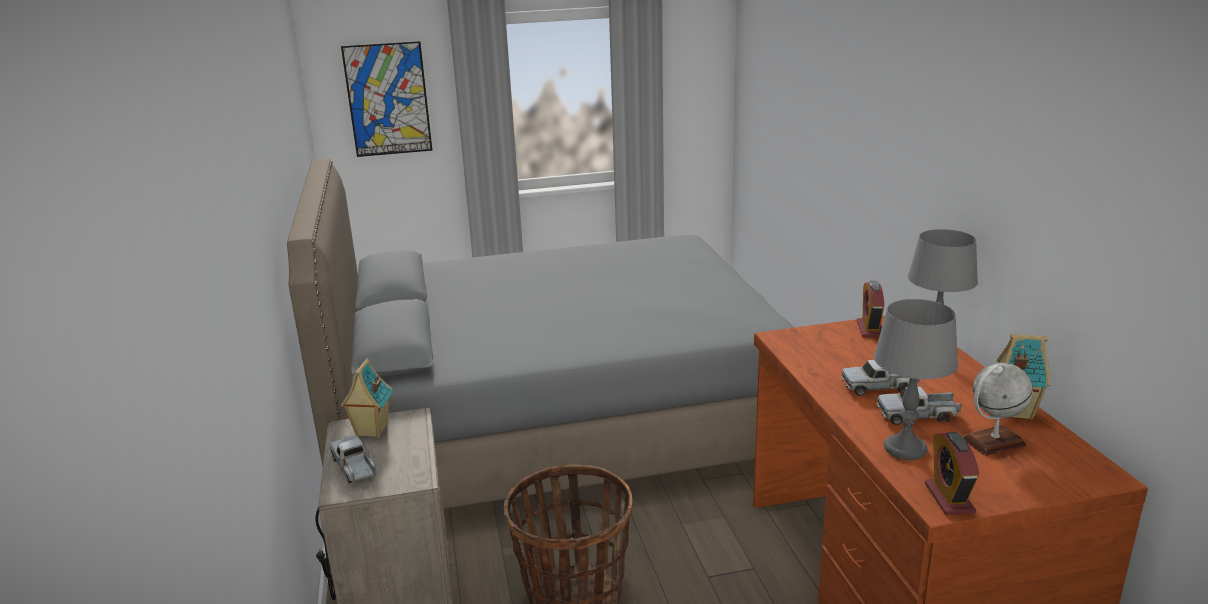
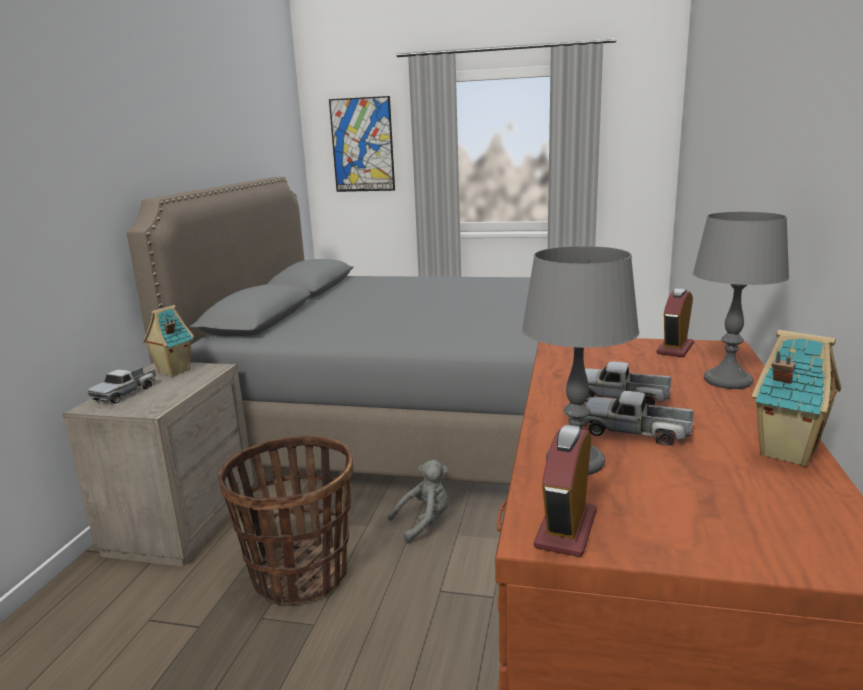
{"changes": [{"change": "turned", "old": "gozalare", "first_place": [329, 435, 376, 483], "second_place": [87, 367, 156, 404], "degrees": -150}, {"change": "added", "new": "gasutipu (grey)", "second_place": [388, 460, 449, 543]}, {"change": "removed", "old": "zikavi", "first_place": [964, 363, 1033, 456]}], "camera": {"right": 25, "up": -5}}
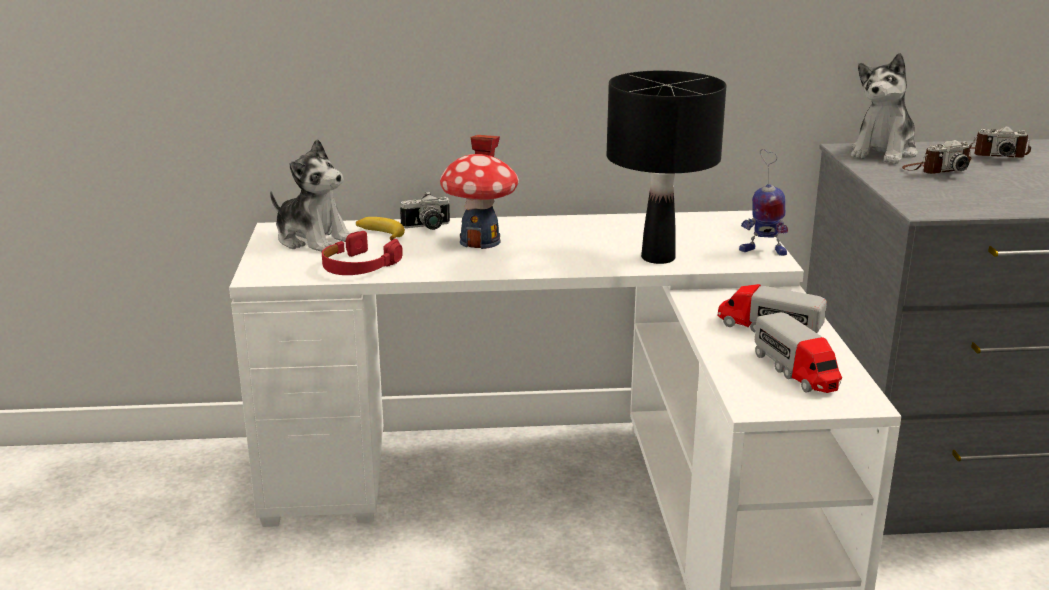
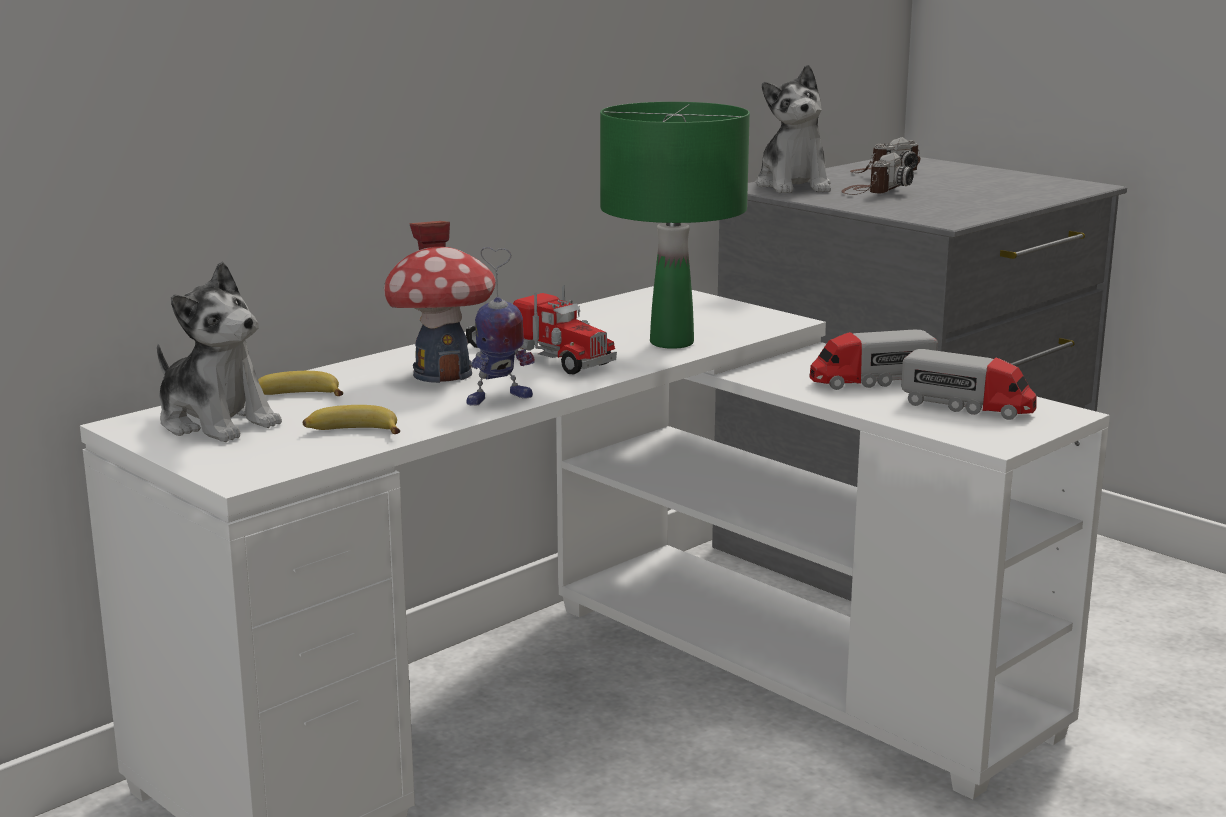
{"changes": [{"change": "turned", "old": "gasutipu", "first_place": [270, 139, 350, 252], "second_place": [157, 262, 282, 442], "degrees": 45}, {"change": "replaced", "old": "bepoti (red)", "new": "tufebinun", "first_place": [322, 231, 403, 275], "second_place": [303, 405, 400, 434]}, {"change": "added", "new": "gozalare", "second_place": [466, 285, 617, 375]}, {"change": "moved", "old": "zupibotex", "first_place": [739, 149, 788, 256], "second_place": [467, 247, 535, 406]}, {"change": "recoloured", "old": "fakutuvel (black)", "new": "fakutuvel (green)", "first_place": [607, 70, 727, 264], "second_place": [600, 102, 750, 349]}, {"change": "removed", "old": "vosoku", "first_place": [400, 191, 450, 230]}], "camera": {"right": -40, "up": -5}}
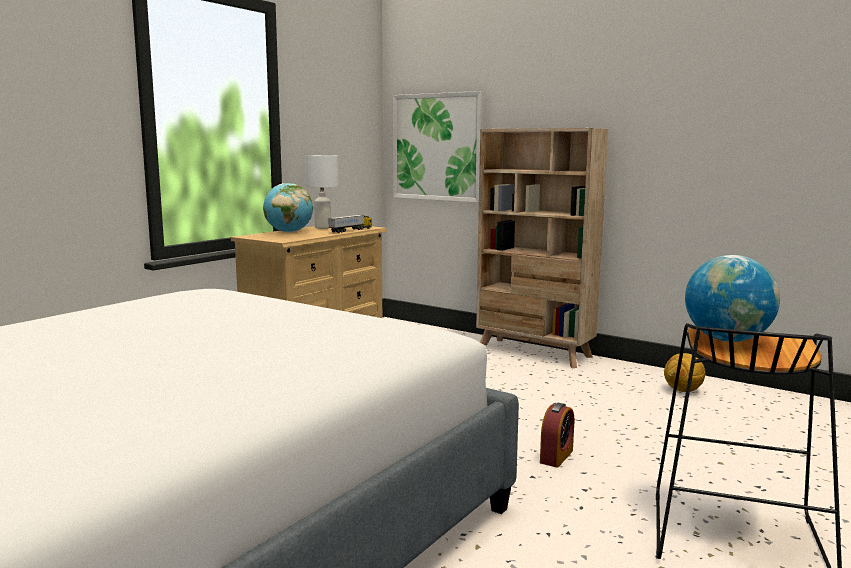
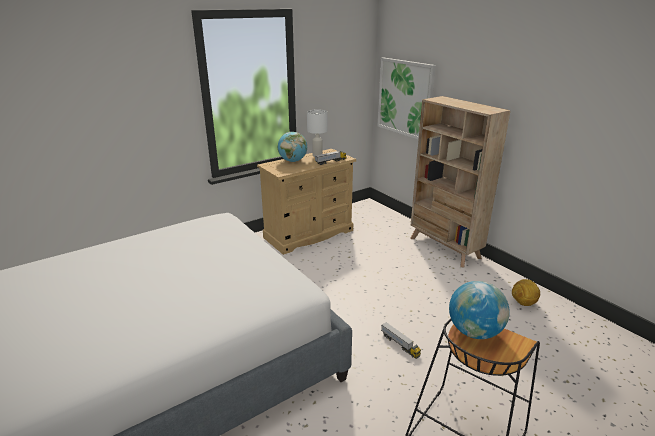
{"changes": [{"change": "replaced", "old": "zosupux", "new": "gozalare", "first_place": [540, 403, 574, 468], "second_place": [381, 322, 421, 359]}], "camera": {"right": 20, "up": 15}}
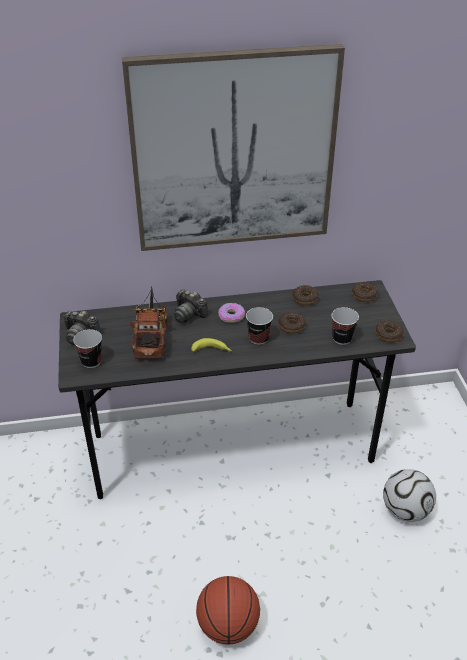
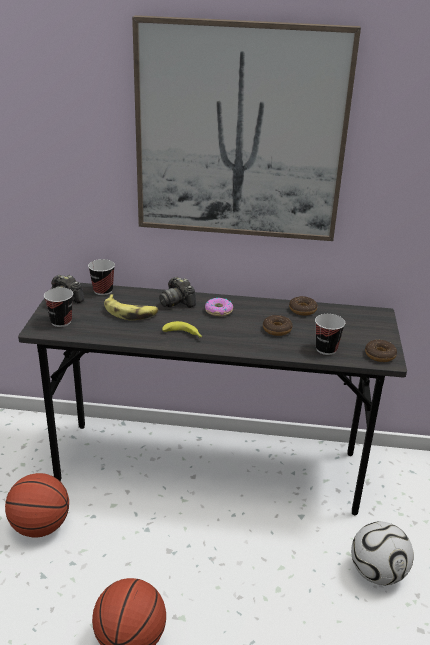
{"changes": [{"change": "added", "new": "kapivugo", "second_place": [5, 473, 69, 537]}, {"change": "moved", "old": "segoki", "first_place": [246, 307, 273, 345], "second_place": [88, 259, 115, 296]}, {"change": "replaced", "old": "gozalare", "new": "tufebinun", "first_place": [130, 286, 167, 359], "second_place": [104, 294, 158, 320]}, {"change": "removed", "old": "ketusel", "first_place": [352, 282, 378, 302]}], "camera": {"right": 15, "up": -10}}
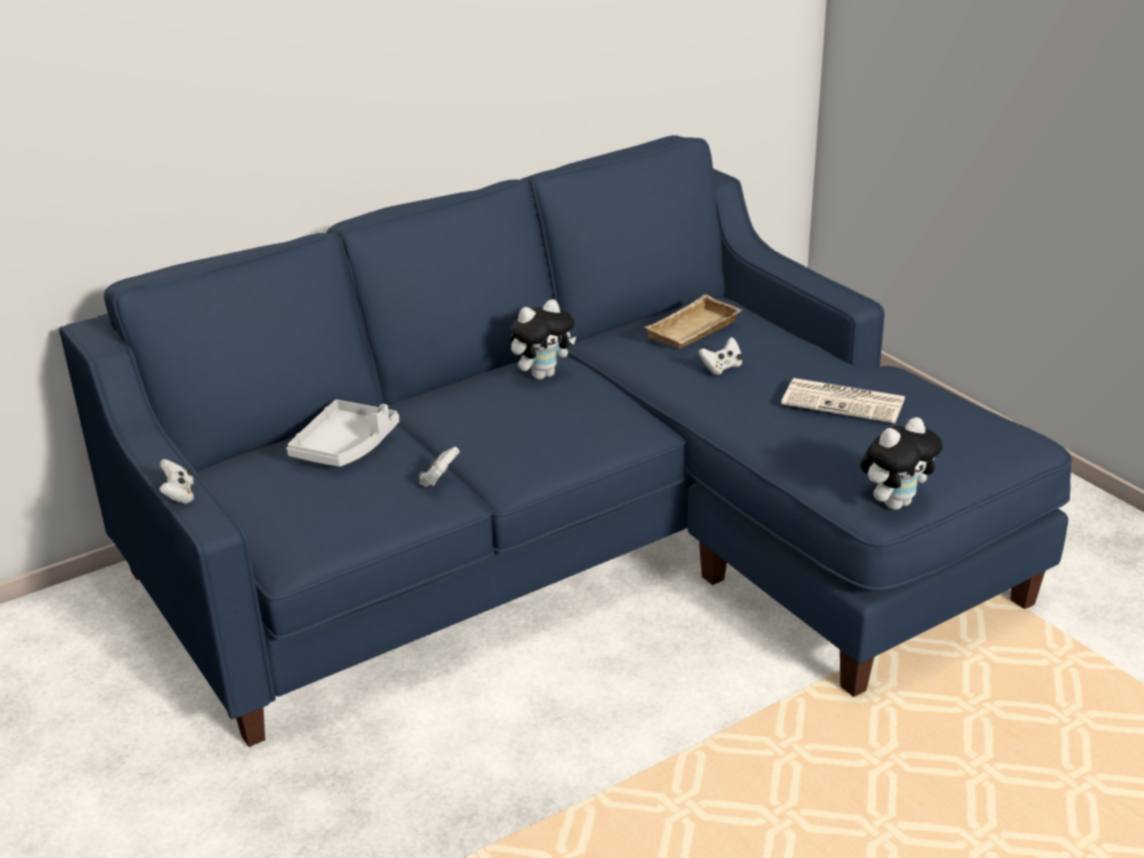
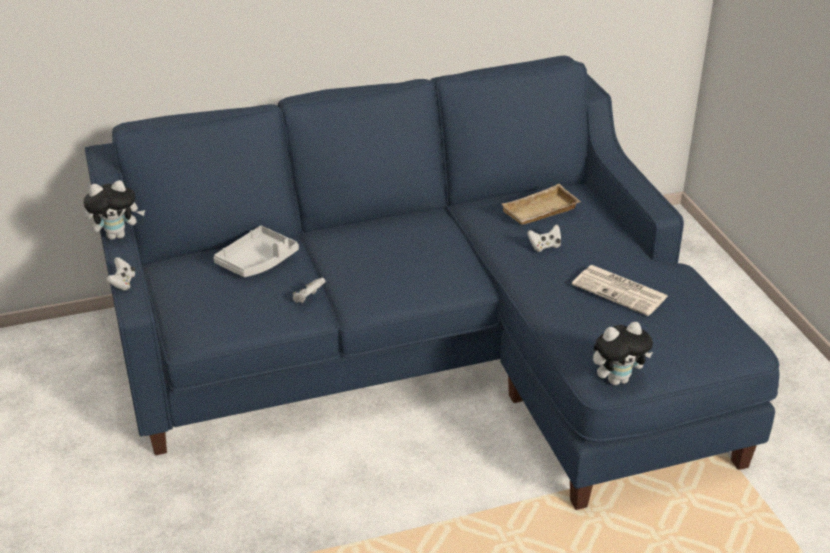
{"changes": [{"change": "moved", "old": "gasutipu", "first_place": [510, 299, 576, 380], "second_place": [83, 180, 145, 240]}], "camera": {"right": 15, "up": 5}}
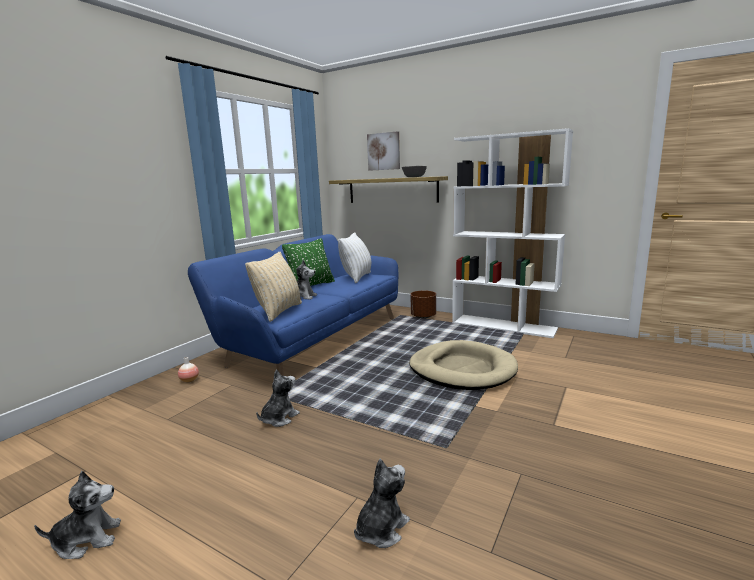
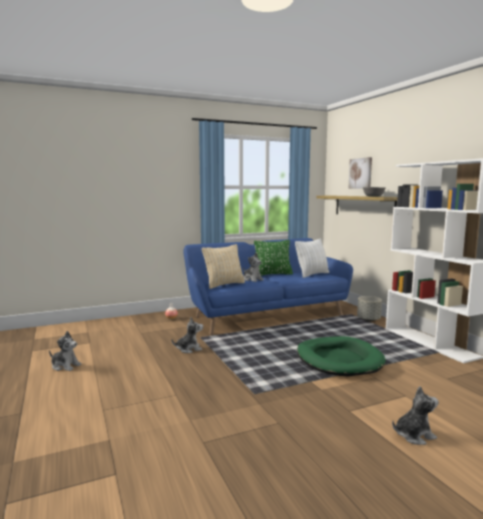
{"changes": [{"change": "recoloured", "old": "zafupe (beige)", "new": "zafupe (green)", "first_place": [409, 340, 518, 390], "second_place": [297, 336, 386, 377]}, {"change": "recoloured", "old": "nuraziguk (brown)", "new": "nuraziguk (grey)", "first_place": [410, 290, 436, 319], "second_place": [357, 296, 382, 321]}, {"change": "moved", "old": "gasutipu", "first_place": [354, 459, 410, 548], "second_place": [392, 386, 439, 445]}], "camera": {"right": 35, "up": -5}}
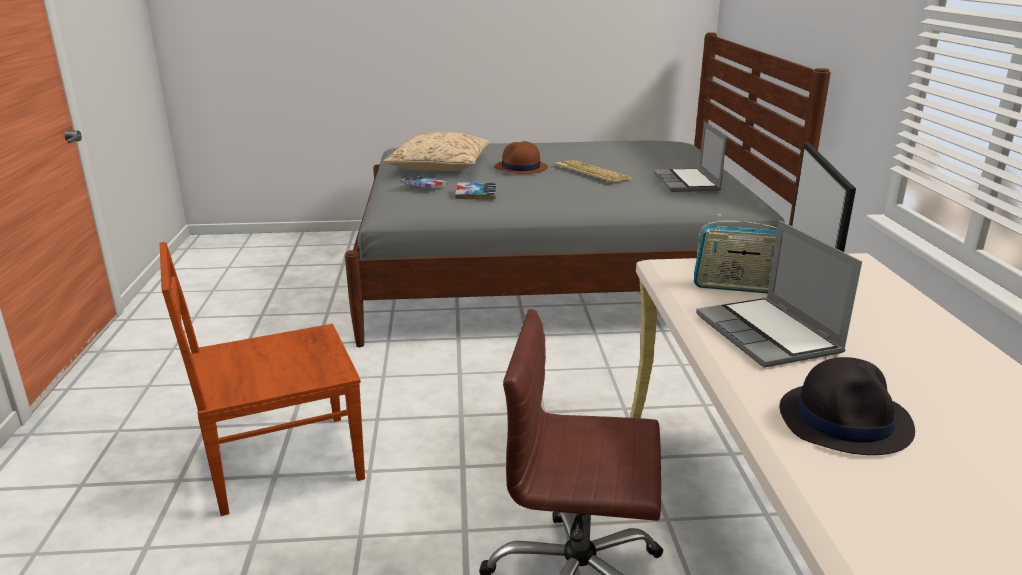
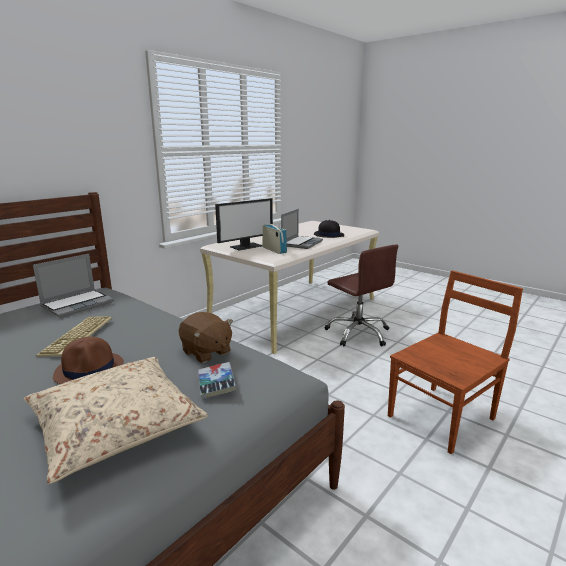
{"changes": [{"change": "replaced", "old": "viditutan", "new": "gasutipu (brown)", "first_place": [455, 182, 496, 200], "second_place": [179, 312, 233, 363]}, {"change": "turned", "old": "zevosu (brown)", "first_place": [159, 242, 365, 516], "second_place": [388, 270, 523, 454], "degrees": -60}], "camera": {"right": -135, "up": -5}}
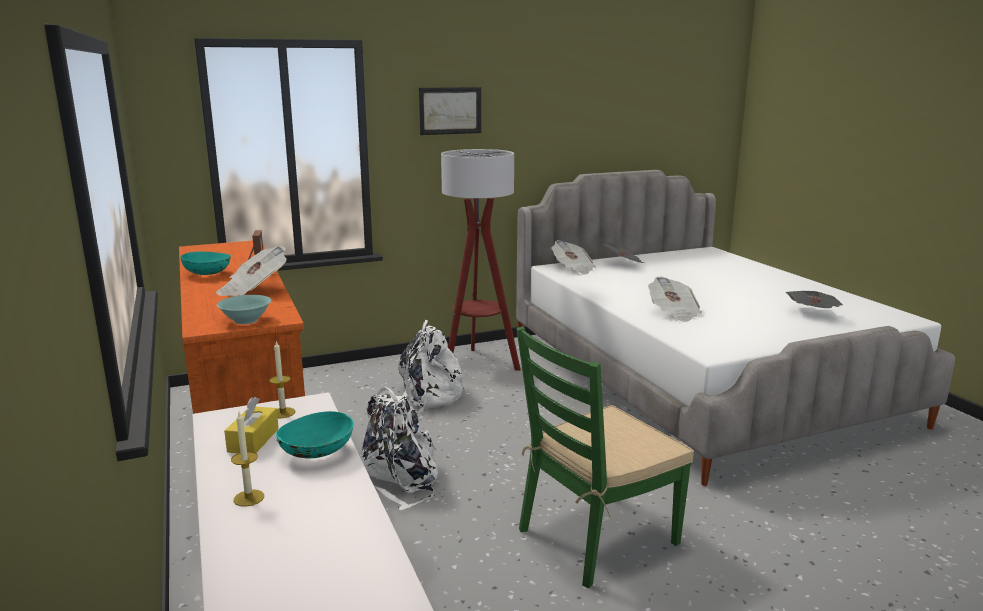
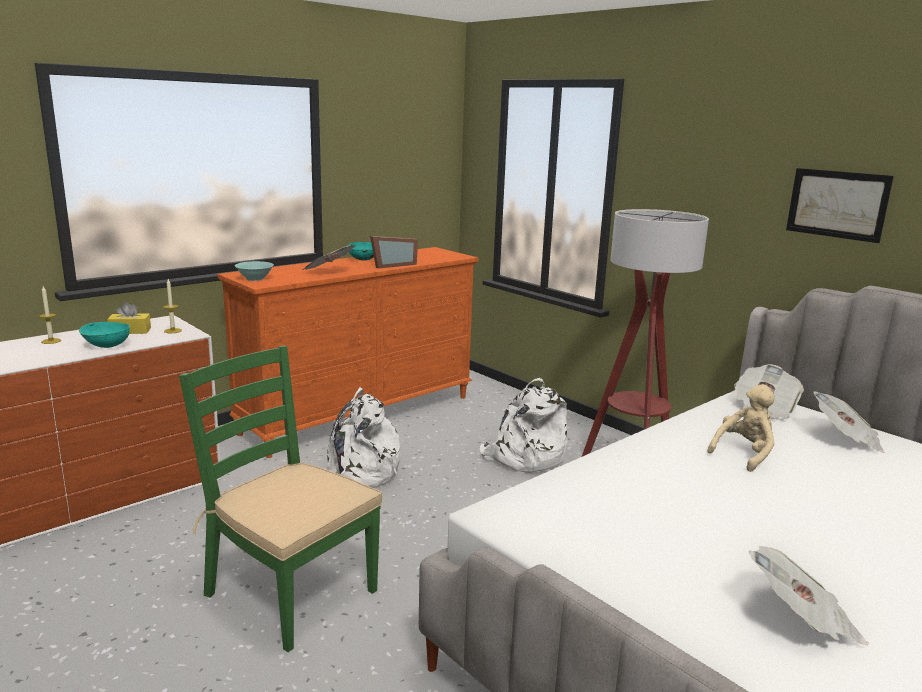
{"changes": [{"change": "added", "new": "gasutipu (beige)", "second_place": [707, 384, 775, 472]}, {"change": "moved", "old": "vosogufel", "first_place": [419, 87, 481, 135], "second_place": [786, 168, 894, 243]}, {"change": "removed", "old": "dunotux", "first_place": [648, 277, 702, 322]}], "camera": {"right": 70, "up": 0}}
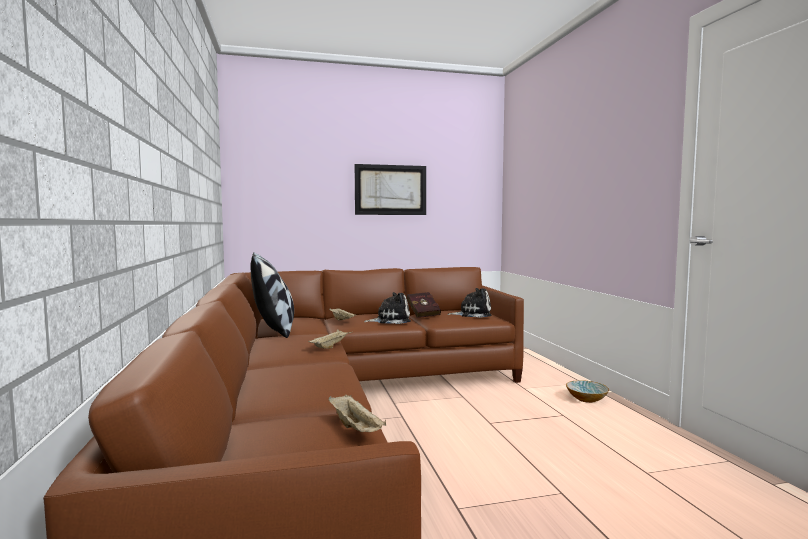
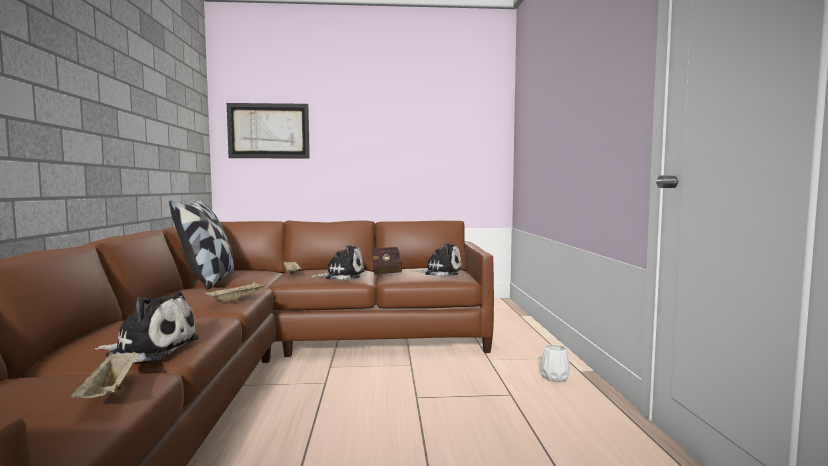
{"changes": [{"change": "added", "new": "gasutipu", "second_place": [95, 291, 199, 363]}, {"change": "moved", "old": "vosogufel", "first_place": [355, 164, 426, 215], "second_place": [227, 103, 310, 159]}, {"change": "replaced", "old": "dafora", "new": "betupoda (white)", "first_place": [566, 380, 609, 403], "second_place": [540, 344, 570, 382]}], "camera": {"right": 10, "up": 0}}
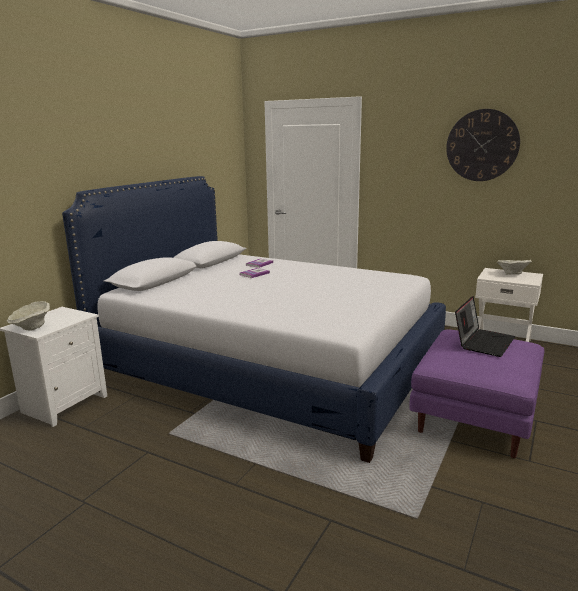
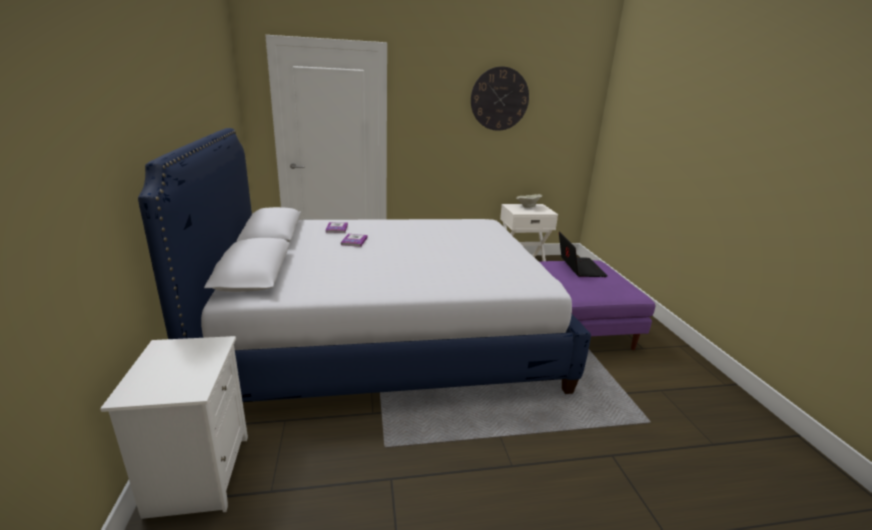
{"changes": [{"change": "removed", "old": "dafora (beige)", "first_place": [7, 301, 50, 331]}], "camera": {"right": -40, "up": 5}}
